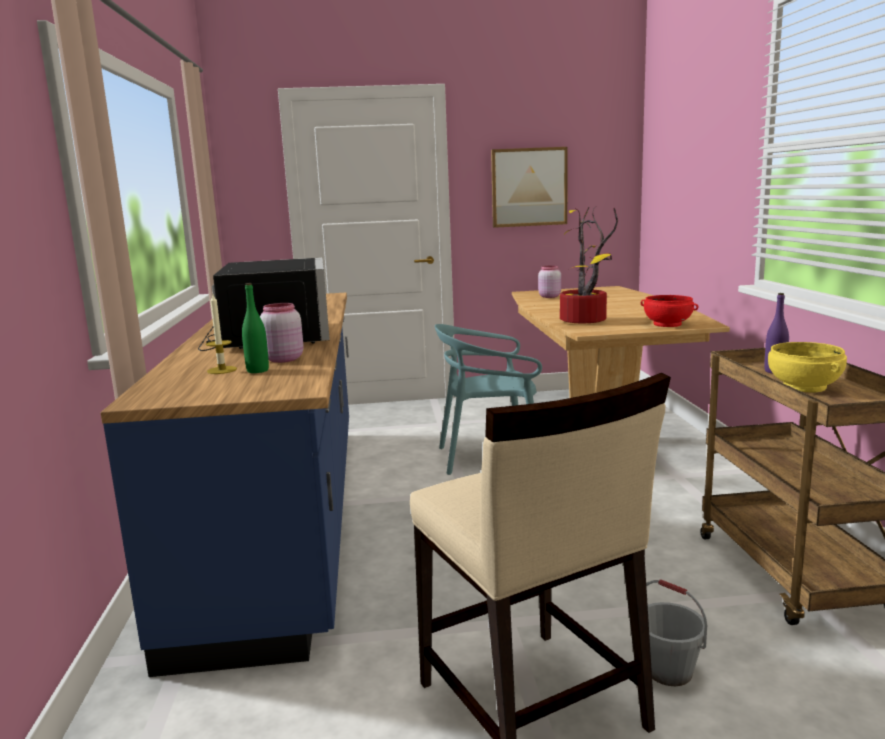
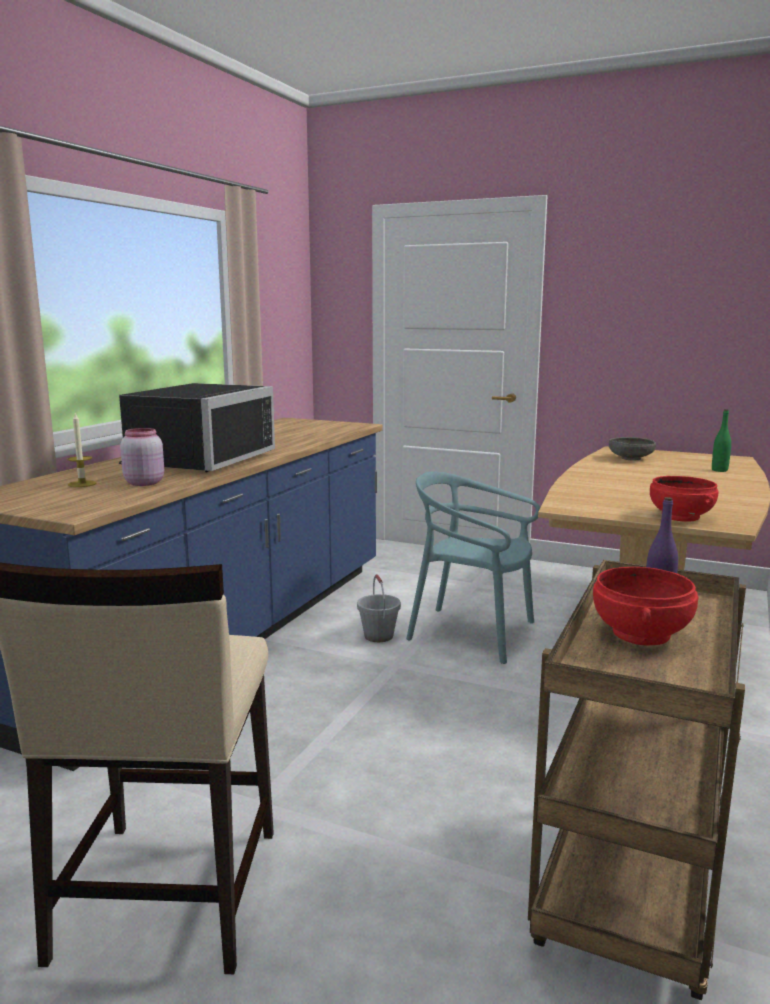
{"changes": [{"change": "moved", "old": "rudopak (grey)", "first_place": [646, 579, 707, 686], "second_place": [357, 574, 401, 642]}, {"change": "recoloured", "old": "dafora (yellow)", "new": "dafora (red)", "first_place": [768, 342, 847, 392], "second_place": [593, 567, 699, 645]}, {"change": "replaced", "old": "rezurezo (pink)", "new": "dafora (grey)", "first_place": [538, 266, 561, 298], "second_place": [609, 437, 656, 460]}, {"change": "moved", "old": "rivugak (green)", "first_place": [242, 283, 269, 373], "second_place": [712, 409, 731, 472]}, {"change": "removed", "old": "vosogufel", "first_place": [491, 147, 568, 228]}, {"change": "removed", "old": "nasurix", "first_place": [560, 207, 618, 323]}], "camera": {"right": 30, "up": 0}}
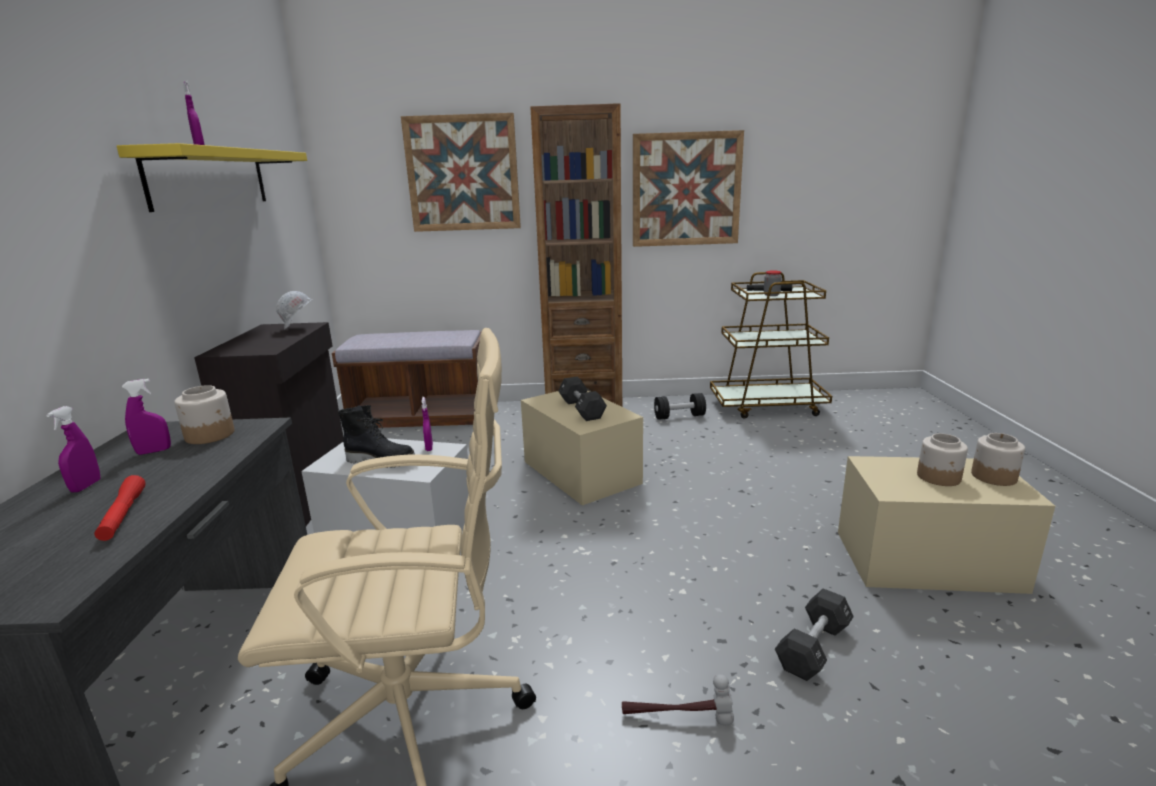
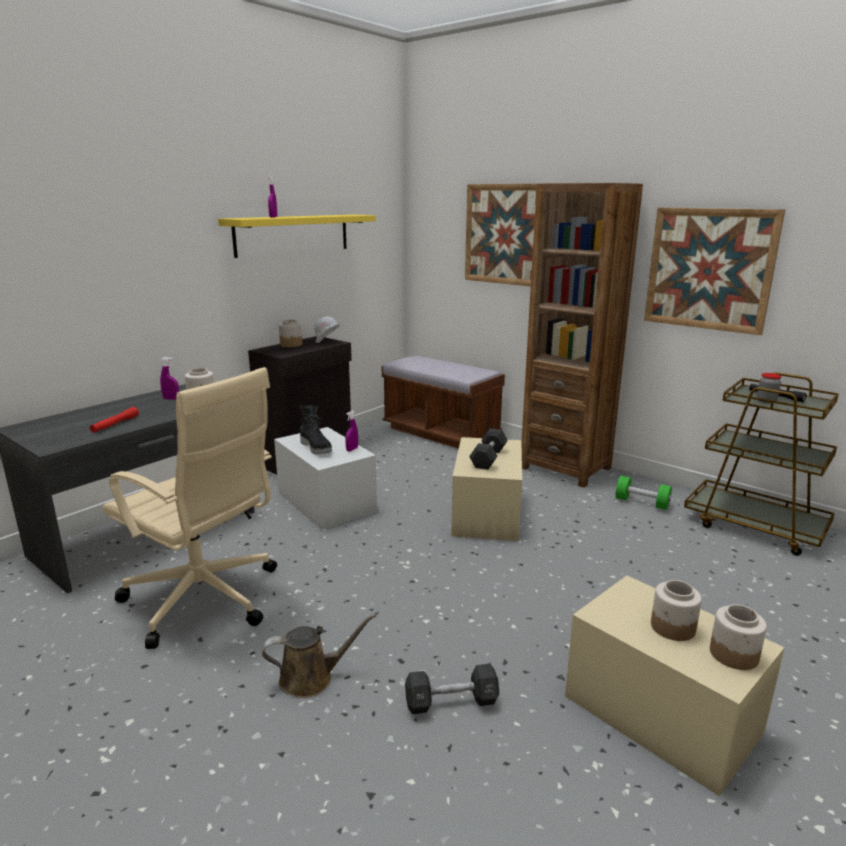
{"changes": [{"change": "replaced", "old": "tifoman", "new": "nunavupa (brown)", "first_place": [622, 674, 734, 725], "second_place": [262, 614, 376, 698]}, {"change": "added", "new": "rezurezo", "second_place": [279, 320, 302, 347]}, {"change": "recoloured", "old": "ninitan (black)", "new": "ninitan (green)", "first_place": [654, 393, 706, 420], "second_place": [616, 476, 672, 510]}, {"change": "removed", "old": "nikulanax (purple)", "first_place": [46, 406, 101, 492]}], "camera": {"right": 40, "up": 0}}
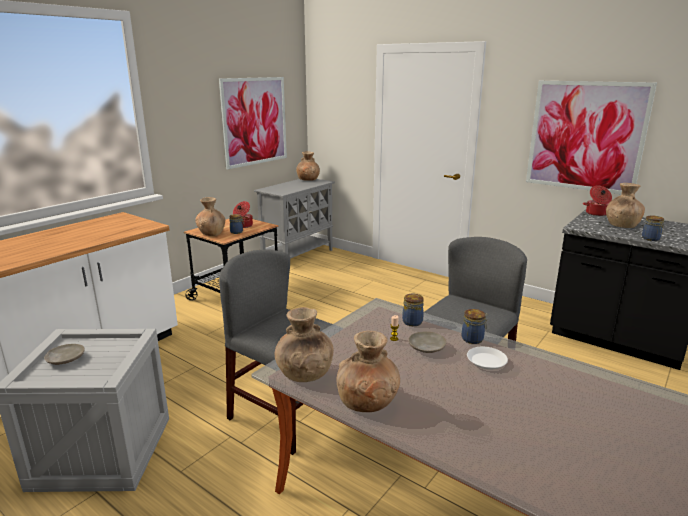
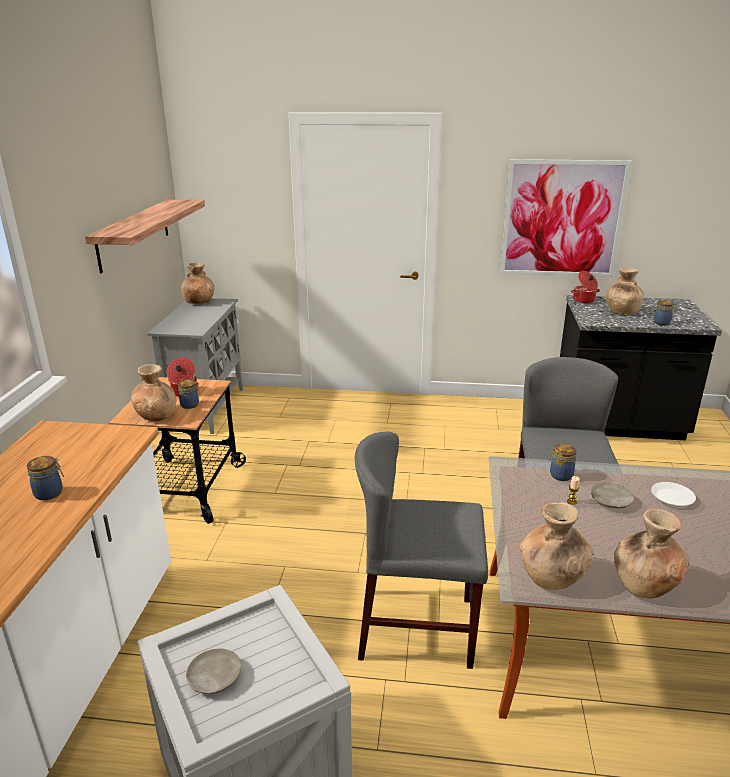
{"changes": [{"change": "moved", "old": "rezurezo", "first_place": [462, 309, 487, 344], "second_place": [27, 456, 64, 500]}, {"change": "replaced", "old": "vosogufel", "new": "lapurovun", "first_place": [219, 77, 287, 169], "second_place": [85, 199, 205, 273]}], "camera": {"right": -30, "up": 5}}
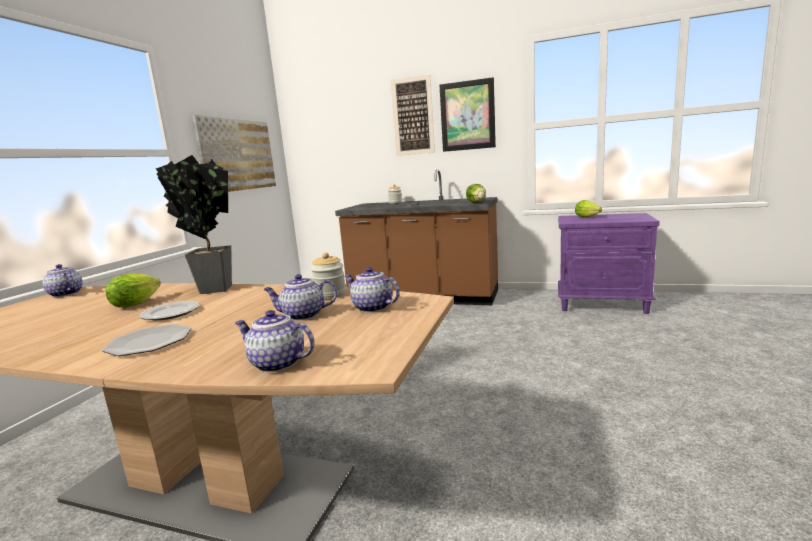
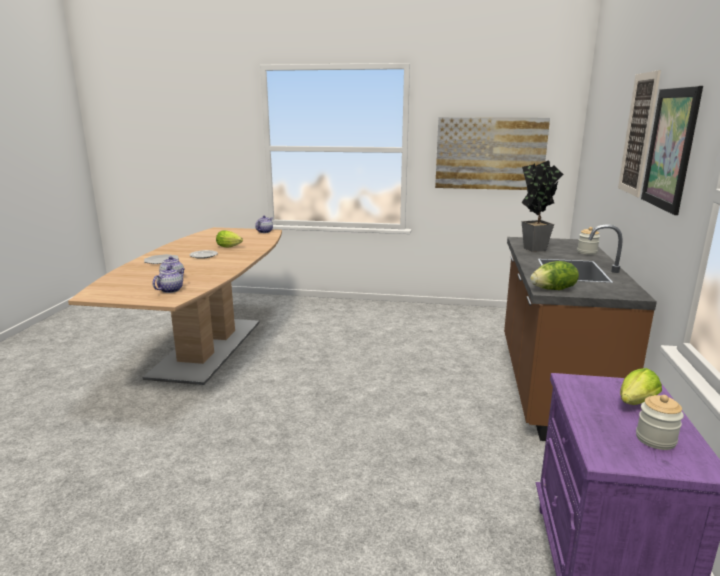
{"changes": [{"change": "moved", "old": "nasurix", "first_place": [156, 155, 232, 294], "second_place": [522, 160, 563, 252]}, {"change": "moved", "old": "rezurezo", "first_place": [311, 252, 346, 299], "second_place": [636, 395, 684, 450]}, {"change": "removed", "old": "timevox", "first_place": [235, 310, 315, 372]}], "camera": {"right": 80, "up": 5}}
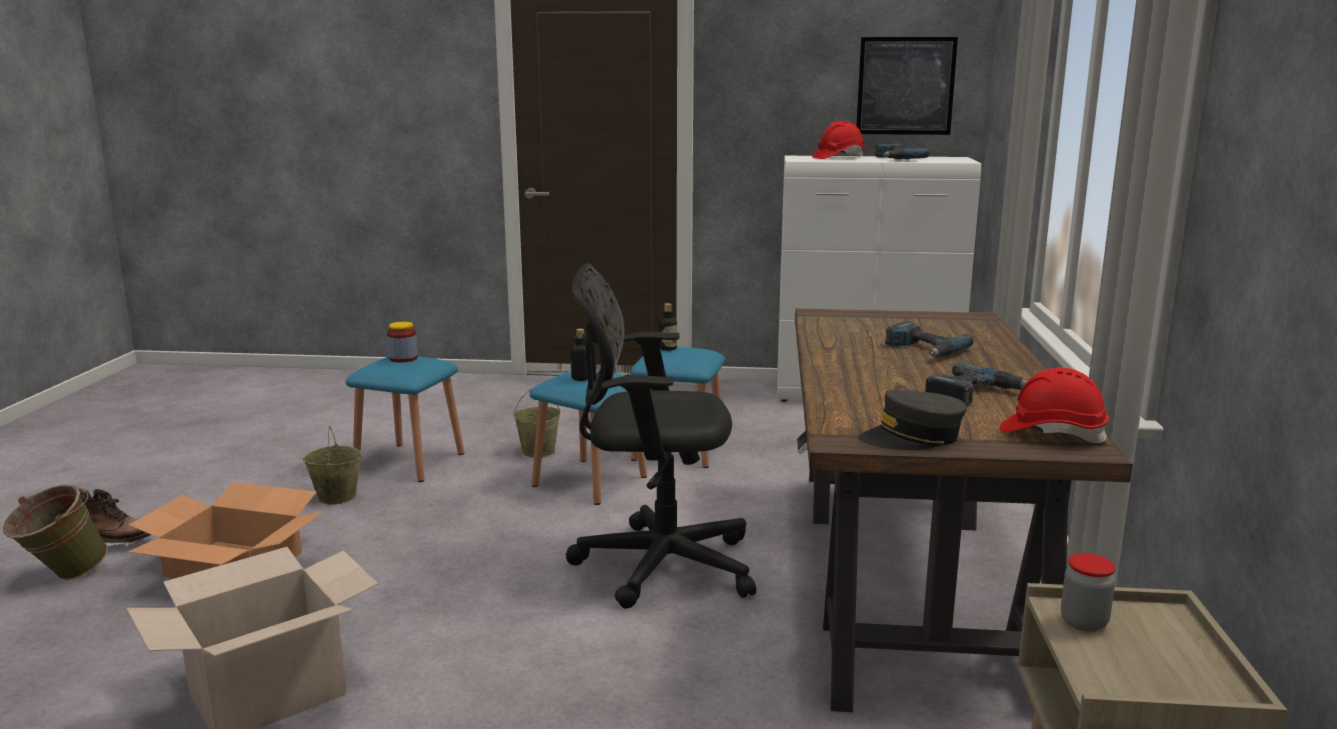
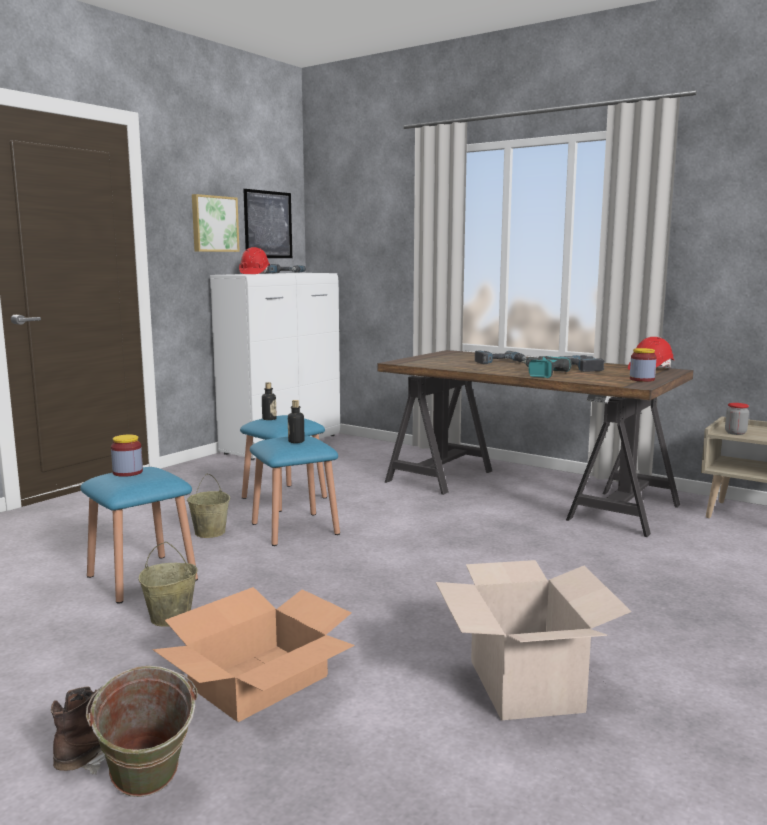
{"changes": [{"change": "added", "new": "vosogufel", "second_place": [192, 194, 240, 252]}, {"change": "added", "new": "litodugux", "second_place": [522, 356, 572, 378]}, {"change": "replaced", "old": "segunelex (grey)", "new": "rezurezo", "first_place": [858, 390, 967, 450], "second_place": [630, 348, 656, 382]}, {"change": "removed", "old": "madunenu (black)", "first_place": [566, 263, 756, 608]}], "camera": {"right": -60, "up": -5}}
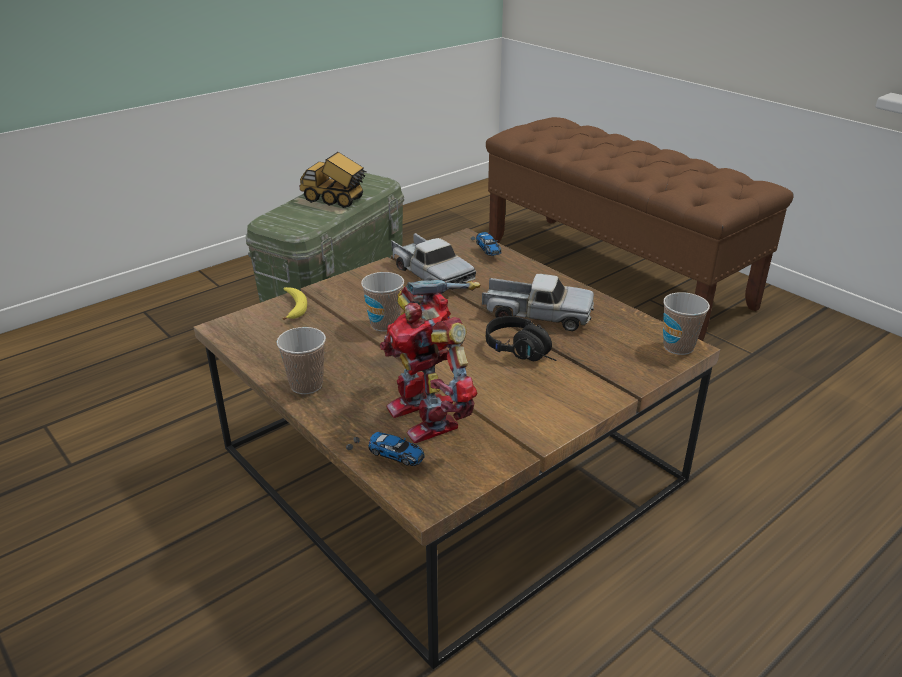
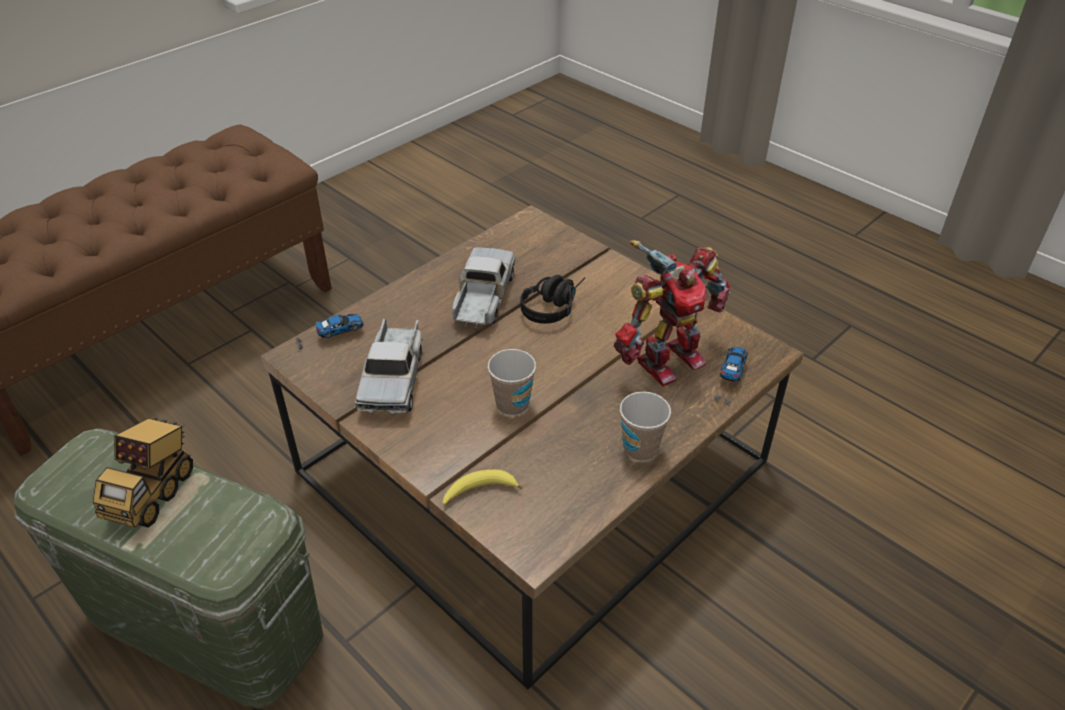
{"changes": [{"change": "turned", "old": "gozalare", "first_place": [391, 233, 476, 290], "second_place": [355, 318, 422, 415], "degrees": 135}, {"change": "removed", "old": "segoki", "first_place": [663, 292, 710, 355]}], "camera": {"right": -95, "up": 10}}
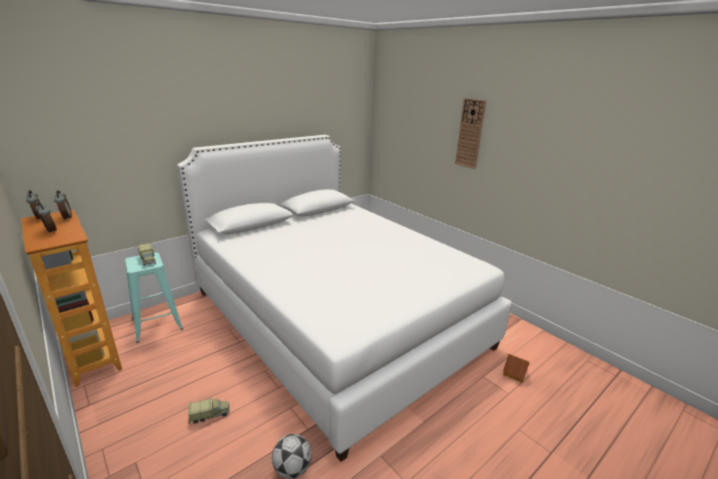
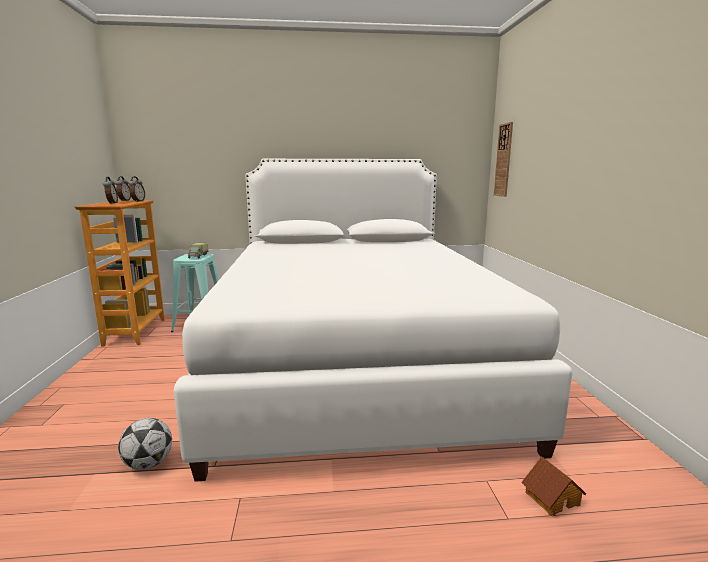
{"changes": [{"change": "moved", "old": "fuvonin", "first_place": [455, 98, 486, 169], "second_place": [494, 122, 513, 197]}, {"change": "removed", "old": "gozalare", "first_place": [188, 398, 230, 424]}], "camera": {"right": 35, "up": -10}}
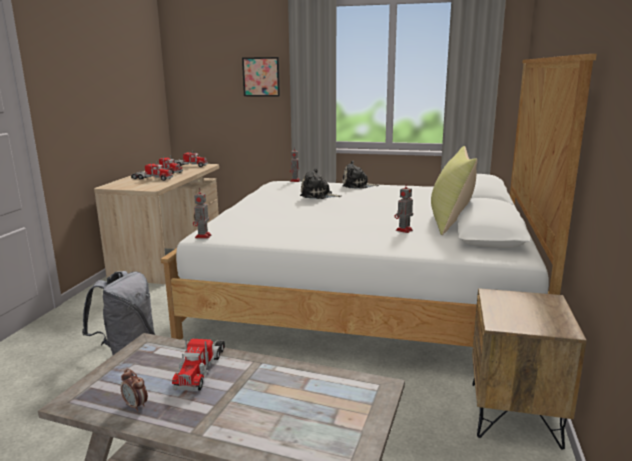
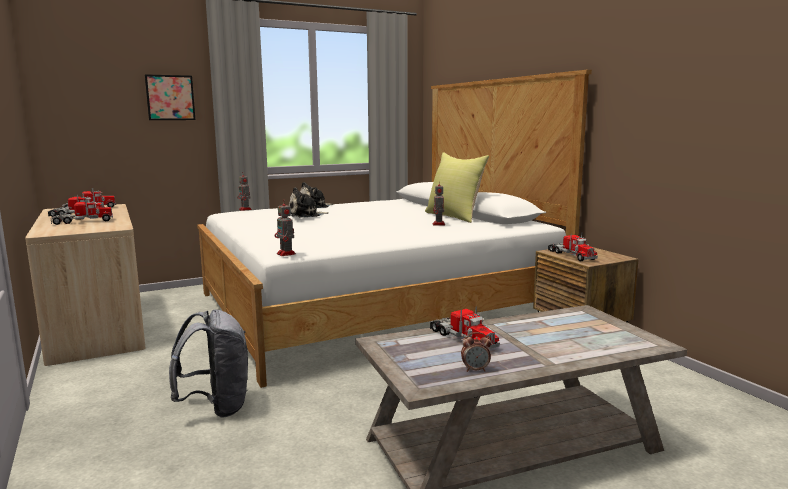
{"changes": [{"change": "added", "new": "gozalare", "second_place": [548, 233, 598, 261]}], "camera": {"right": -40, "up": -5}}
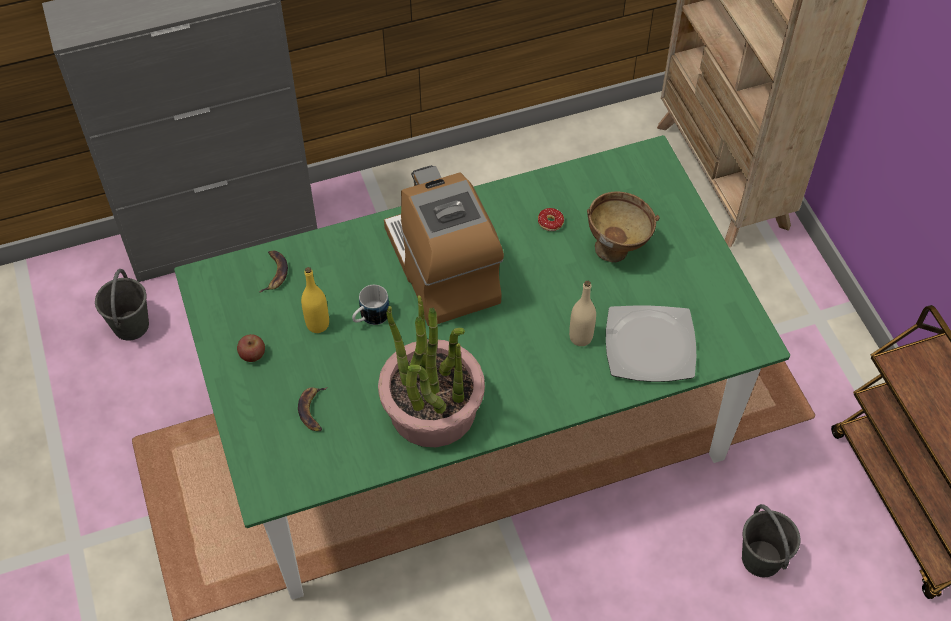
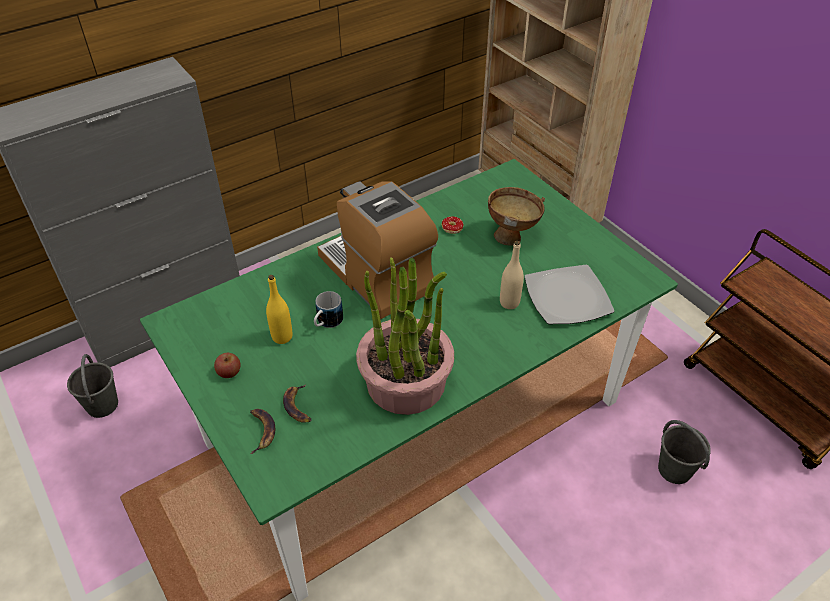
{"changes": [{"change": "moved", "old": "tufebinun", "first_place": [259, 251, 288, 292], "second_place": [250, 409, 276, 454]}], "camera": {"right": -15, "up": -10}}
